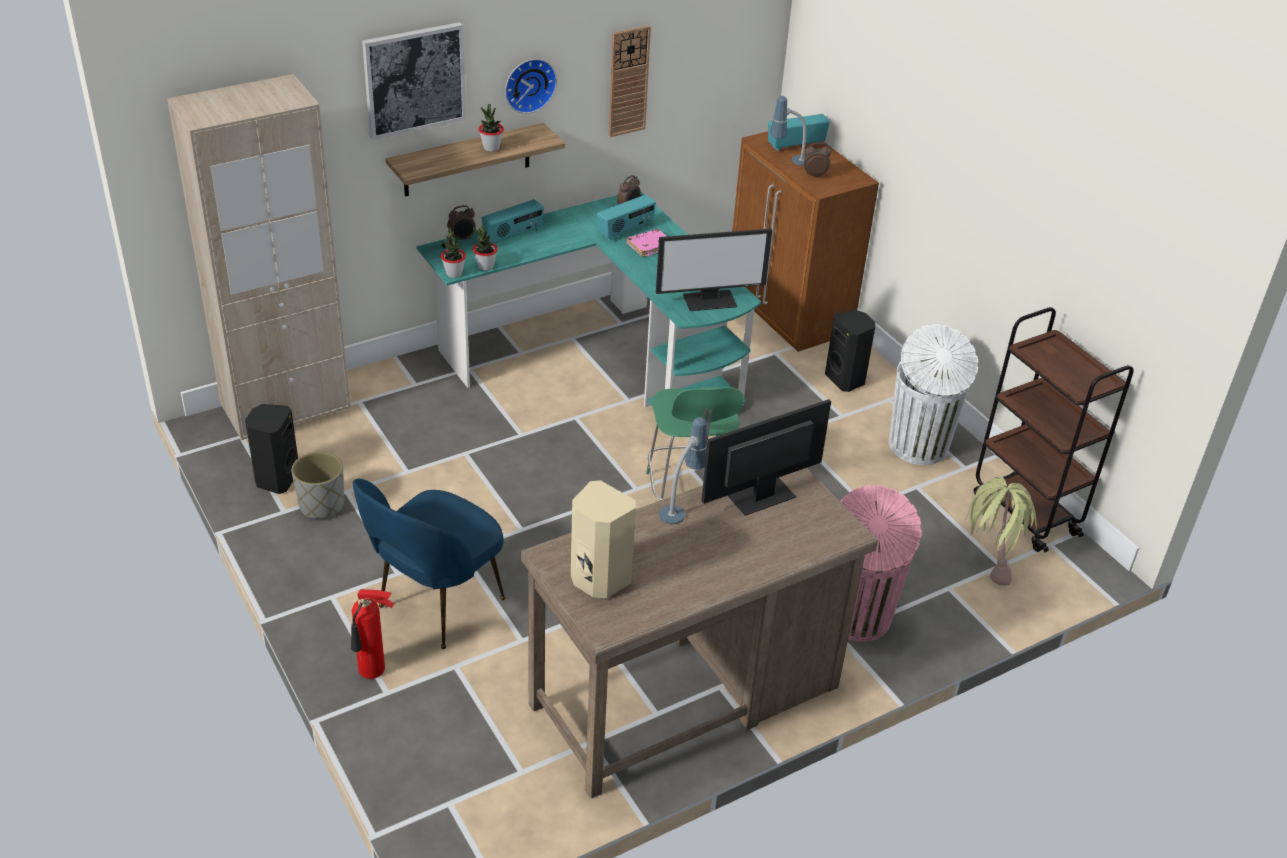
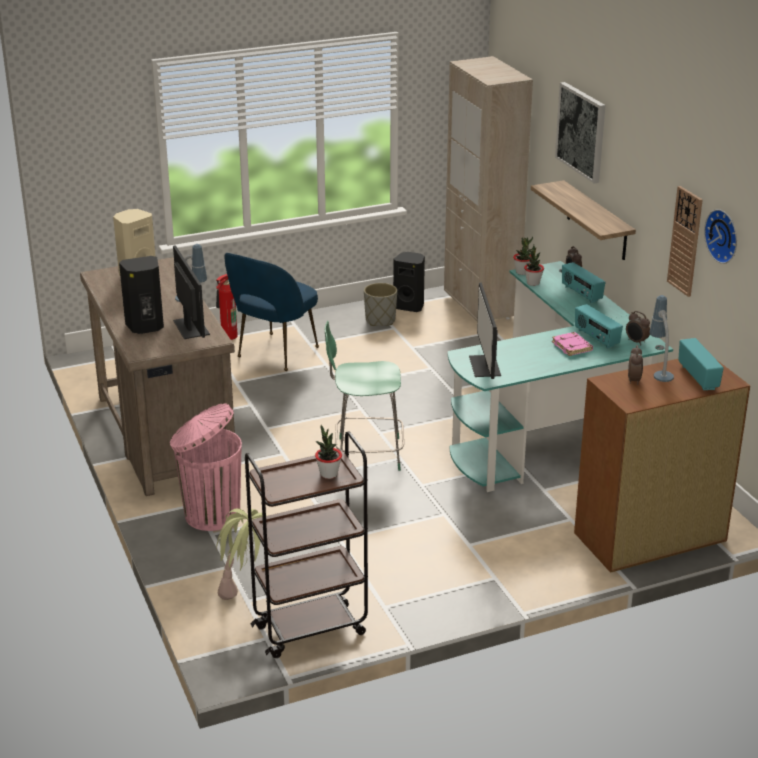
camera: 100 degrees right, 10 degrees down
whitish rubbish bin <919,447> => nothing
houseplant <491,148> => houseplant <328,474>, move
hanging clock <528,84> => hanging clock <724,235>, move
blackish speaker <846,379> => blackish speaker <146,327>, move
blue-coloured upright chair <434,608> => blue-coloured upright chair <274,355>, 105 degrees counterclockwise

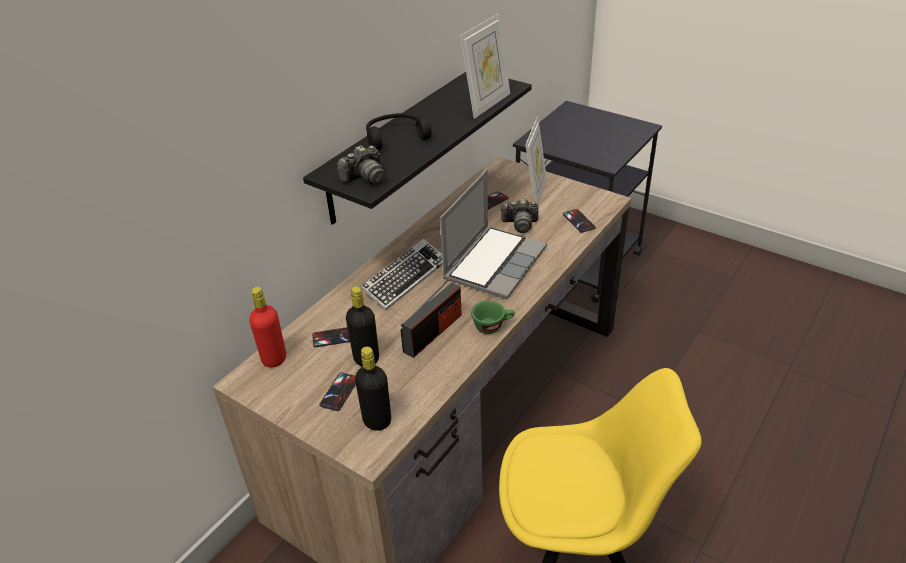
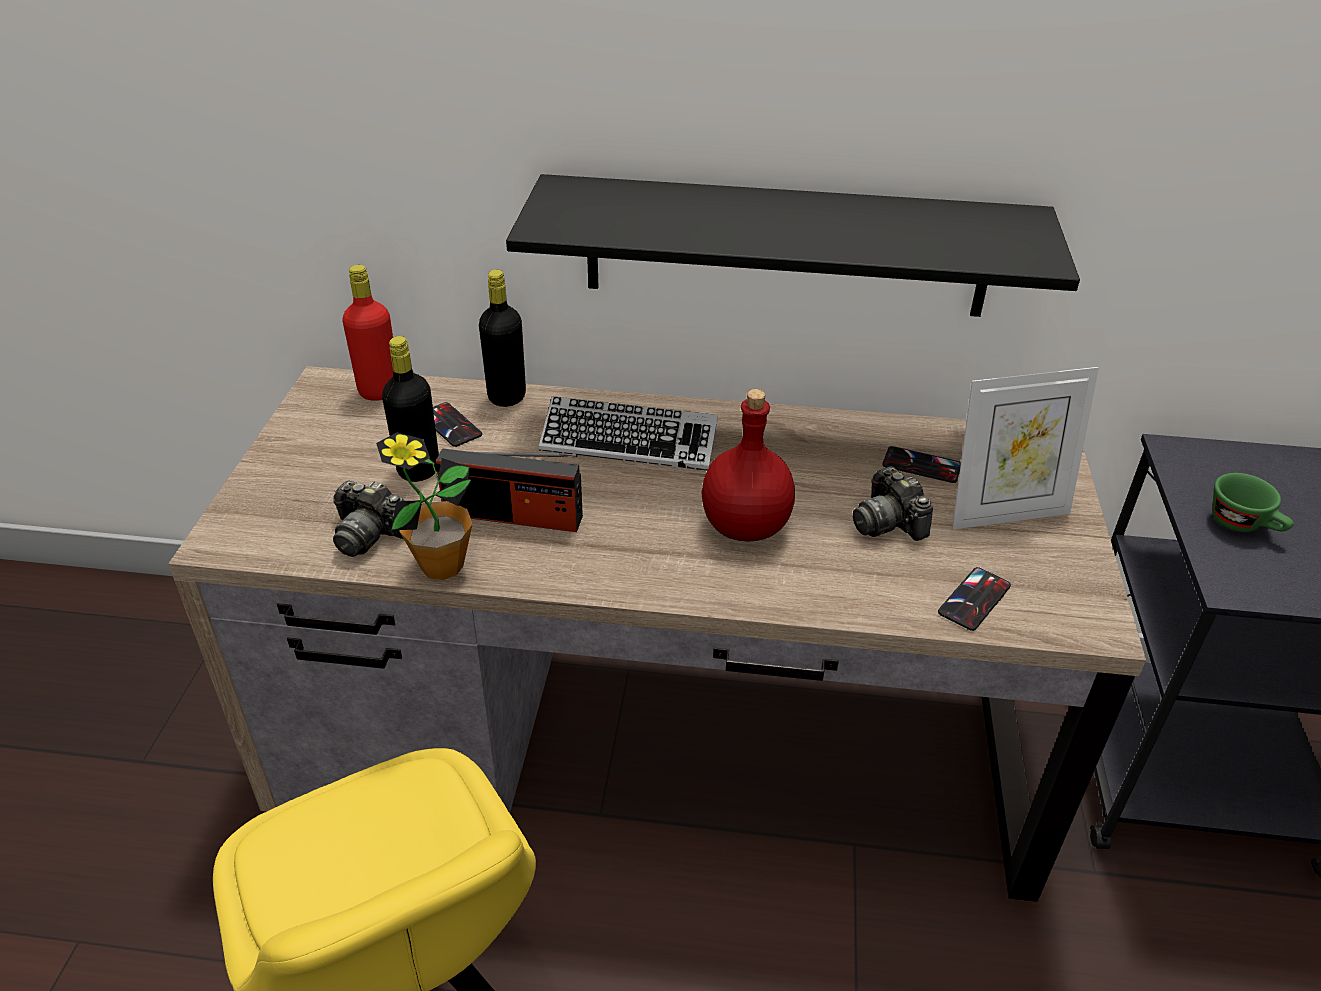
camera: 60 degrees right, 0 degrees up
telephone <339,392> => nothing
blackish headphones <395,137> => nothing
picture frame <487,104> => nothing
nothing => houseplant <442,566>
photo camera <365,178> => photo camera <369,534>, move
blackish drink bottle <377,421> => blackish drink bottle <507,396>, move
green cup <493,326> => green cup <1243,525>, move
notebook computer <494,262> => red drink bottle <746,525>

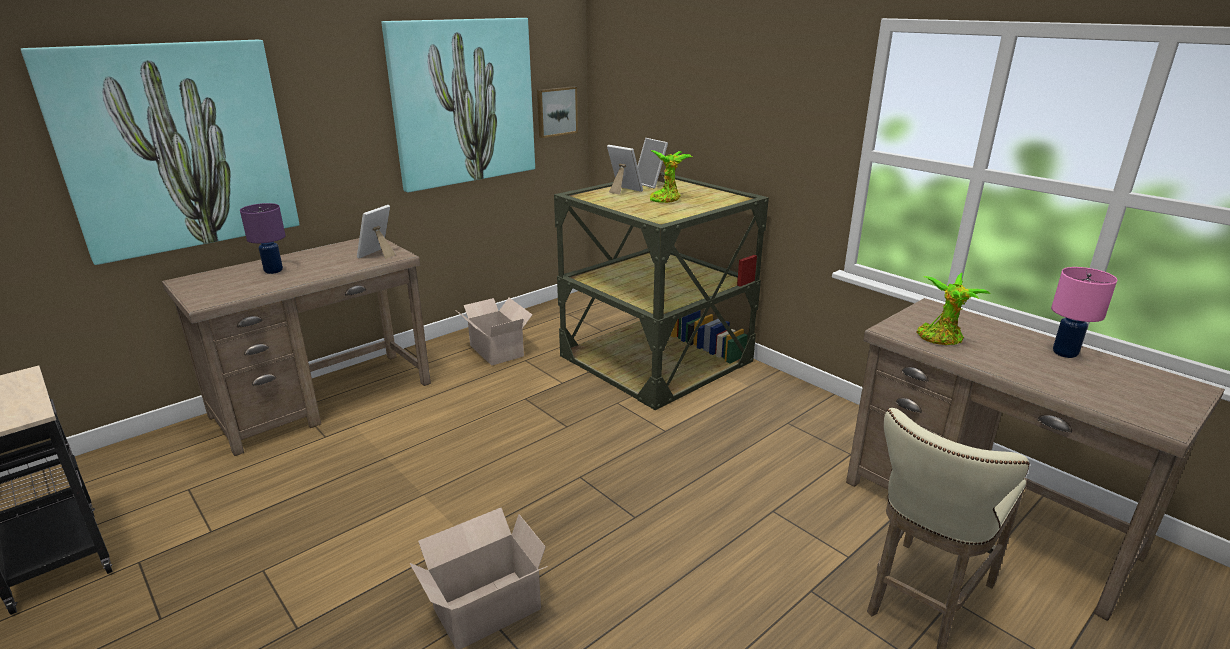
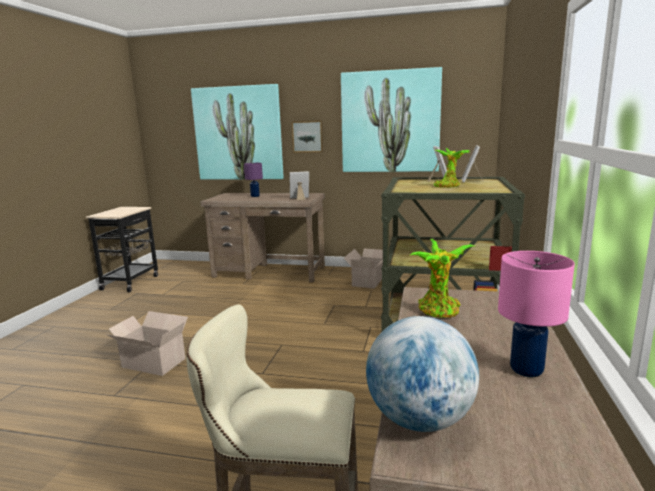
camera: 55 degrees right, 10 degrees down
nothing => world globe <419,420>
picture <556,111> => picture <308,136>, move

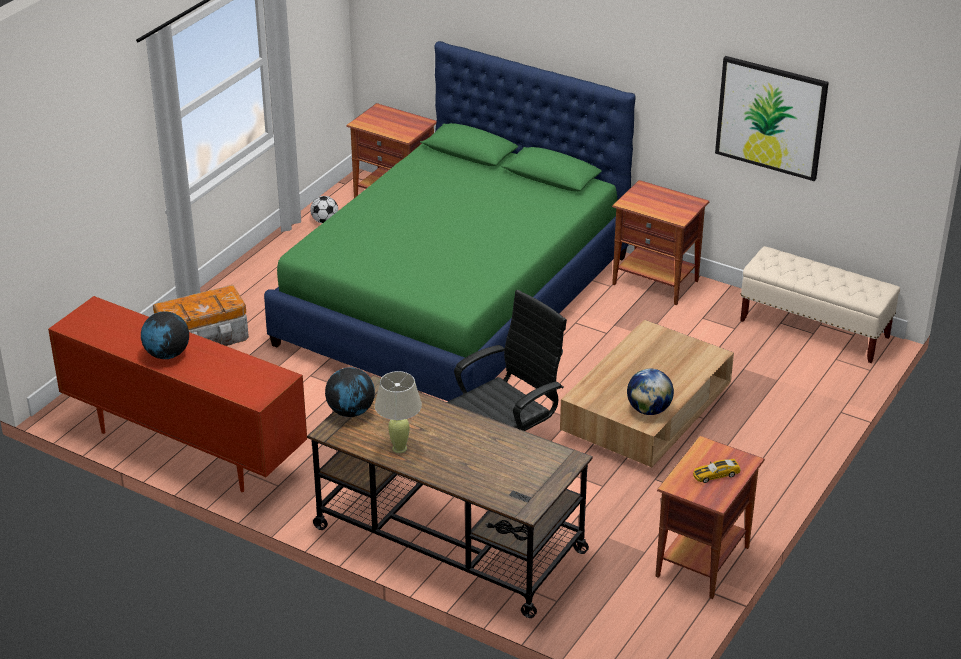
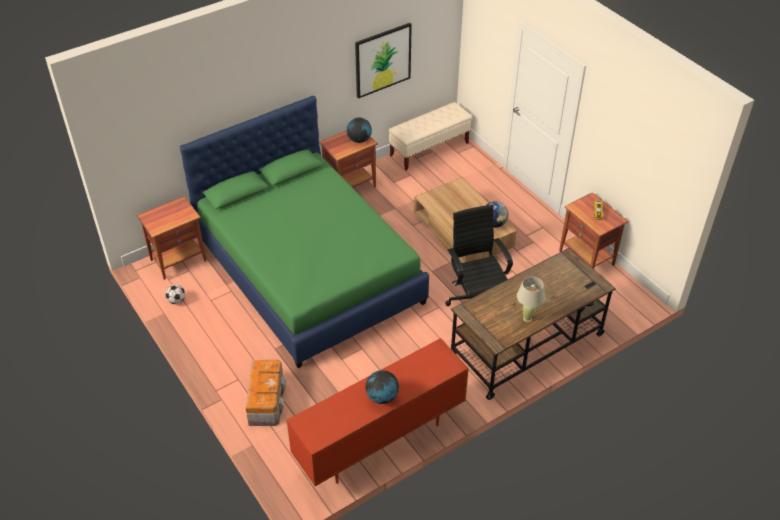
camera: 65 degrees left, 10 degrees up
world globe <351,411> => world globe <359,140>, move

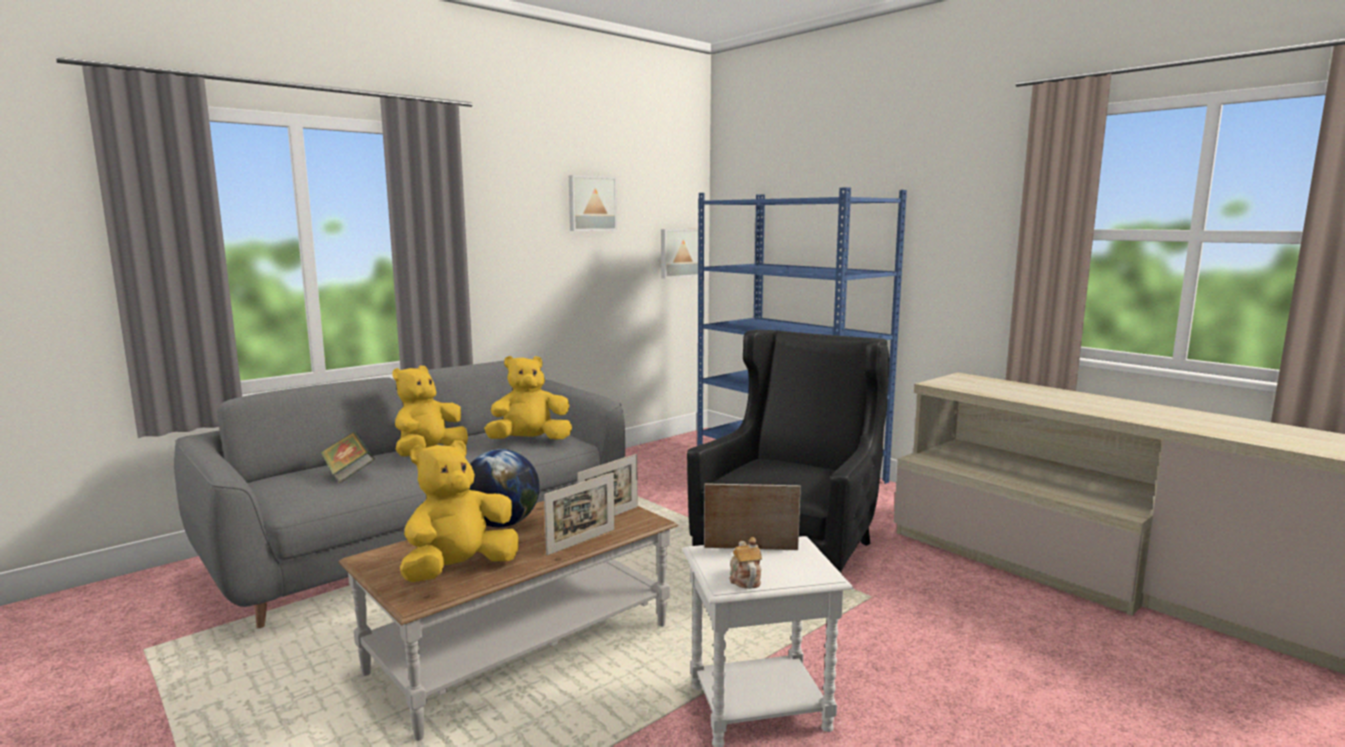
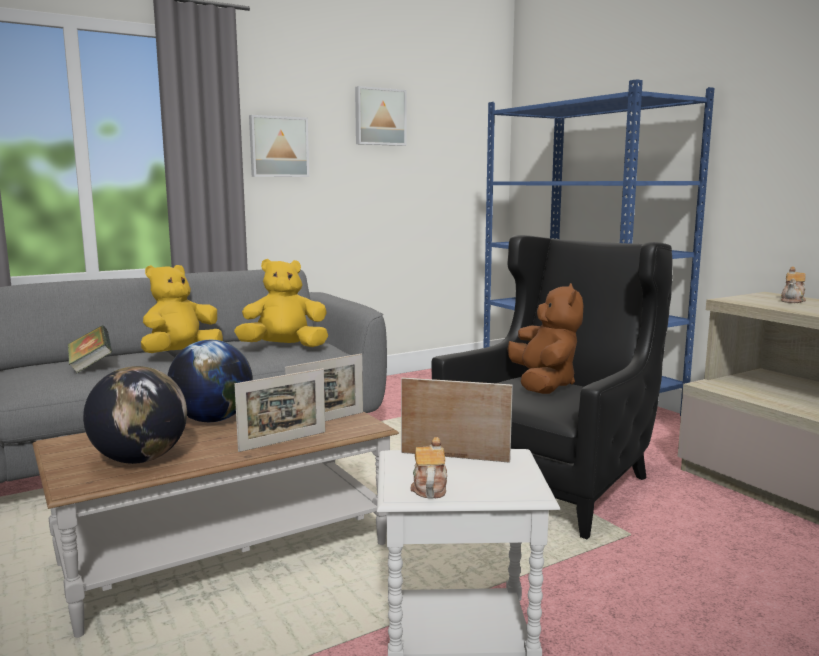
camera: 10 degrees right, 0 degrees up
nothing => brown-coloured cuddly toy <543,384>
nothing => teapot <792,300>
picture <679,253> => picture <278,147>, move
yellow-coloured cuddly toy <459,570> => world globe <140,459>

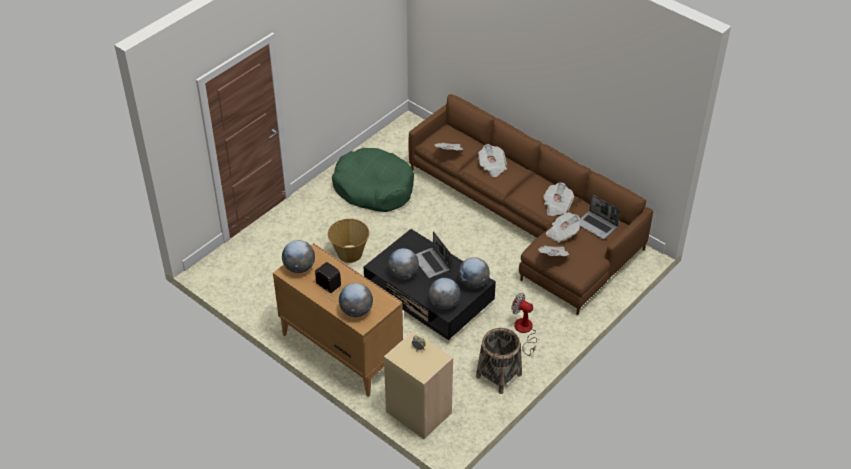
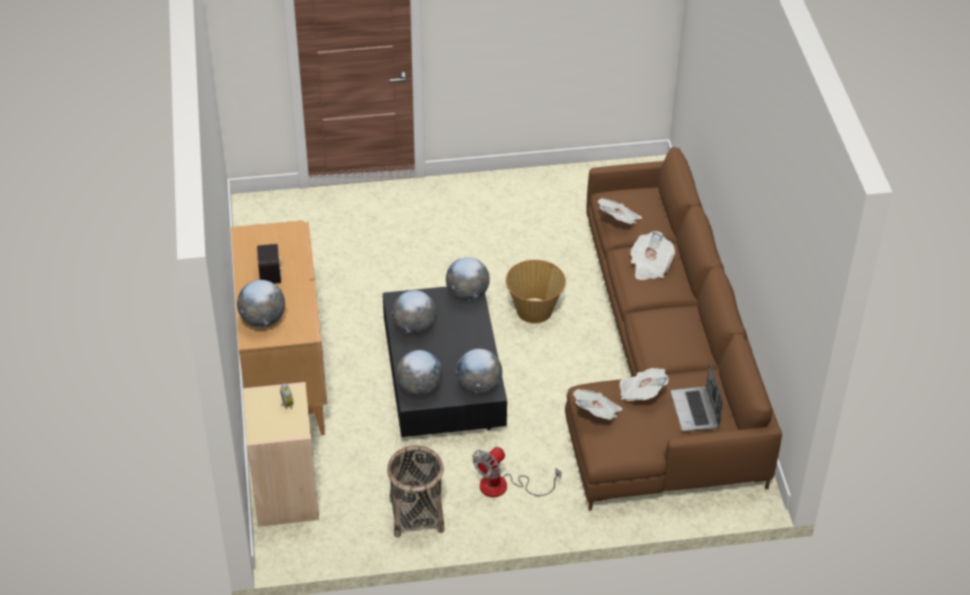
camera: 40 degrees right, 0 degrees up
green dog cushion <374,188> => nothing
notebook computer <432,263> => nothing
daily paper <556,206> => nothing
world globe <299,268> => world globe <467,294>, move
basket <349,253> => basket <534,310>, move
electric fan <524,331> => electric fan <504,487>, 120 degrees counterclockwise

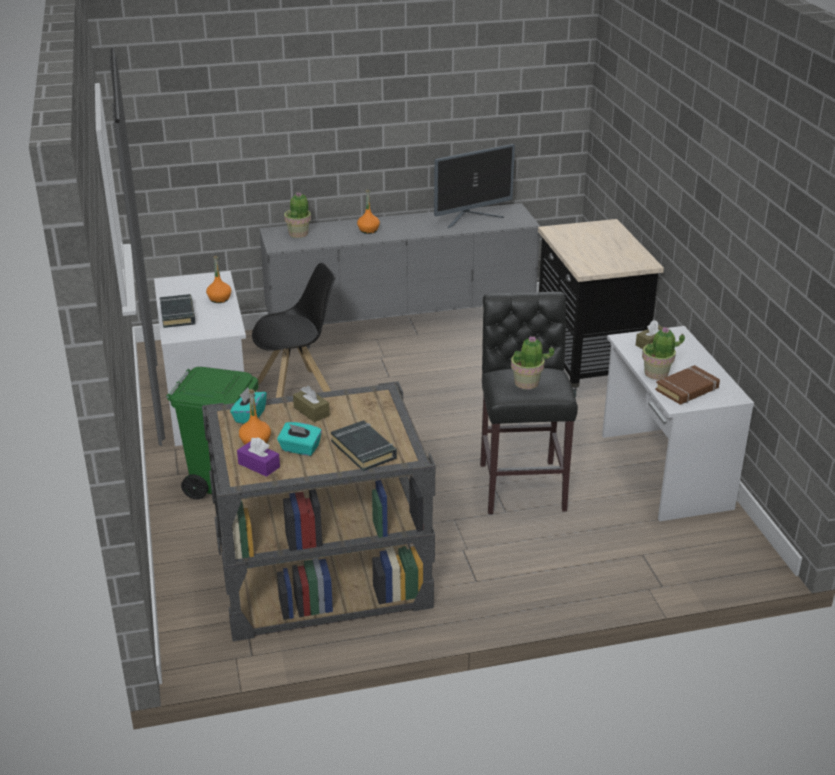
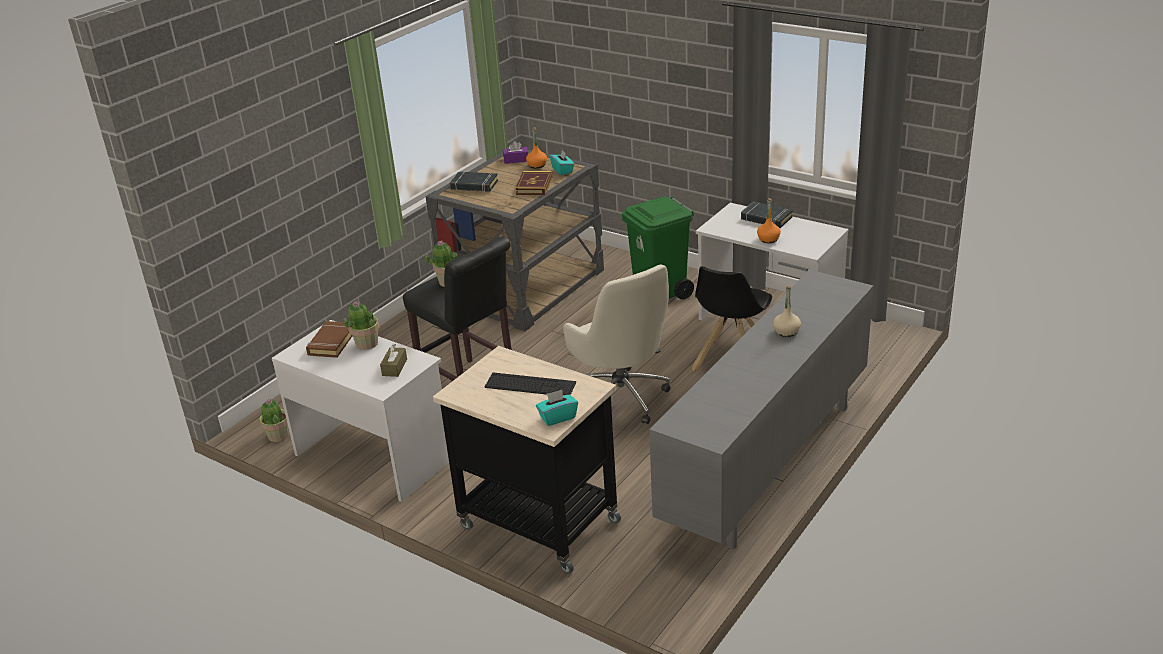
camera: 140 degrees right, 0 degrees up
computer screen <471,218> => nothing
nothing => keyboard <530,385>
nothing => beige office chair <621,398>
turquoise box of tissues <300,449> => turquoise box of tissues <557,417>, move
houseplant <299,233> => houseplant <278,436>, move
brown-coloured box of tissues <311,411> => book <534,186>
orange drink bottle <368,230> => beige drink bottle <786,331>

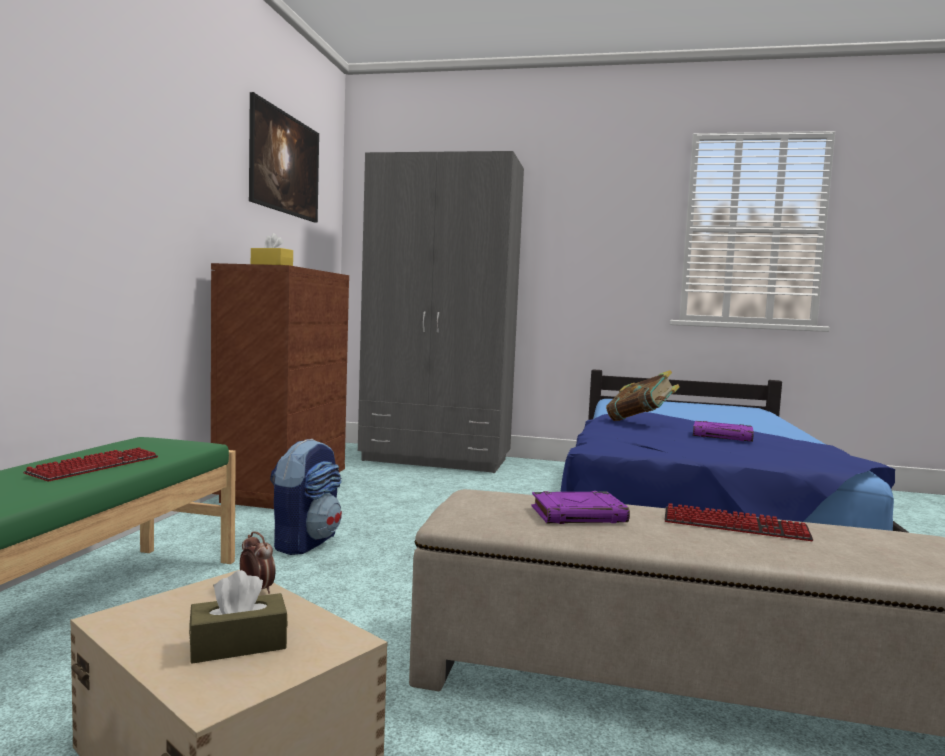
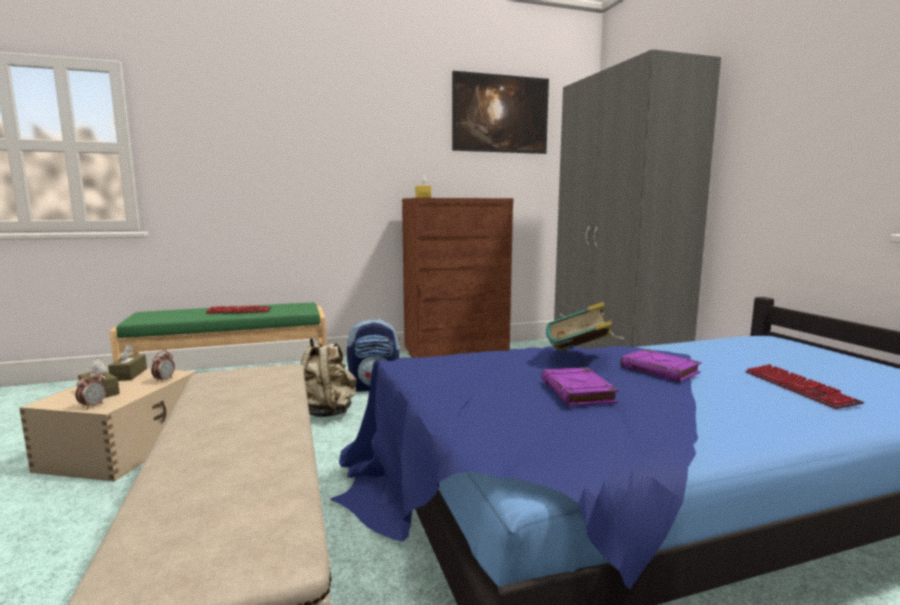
camera: 60 degrees right, 5 degrees up
nothing => bedside clock <93,405>
nothing => brown-coloured box of tissues <129,375>
nothing => beige rucksack <326,412>
purplish book <579,514> => purplish book <660,370>, move
keyboard <734,526> => keyboard <798,388>, move

